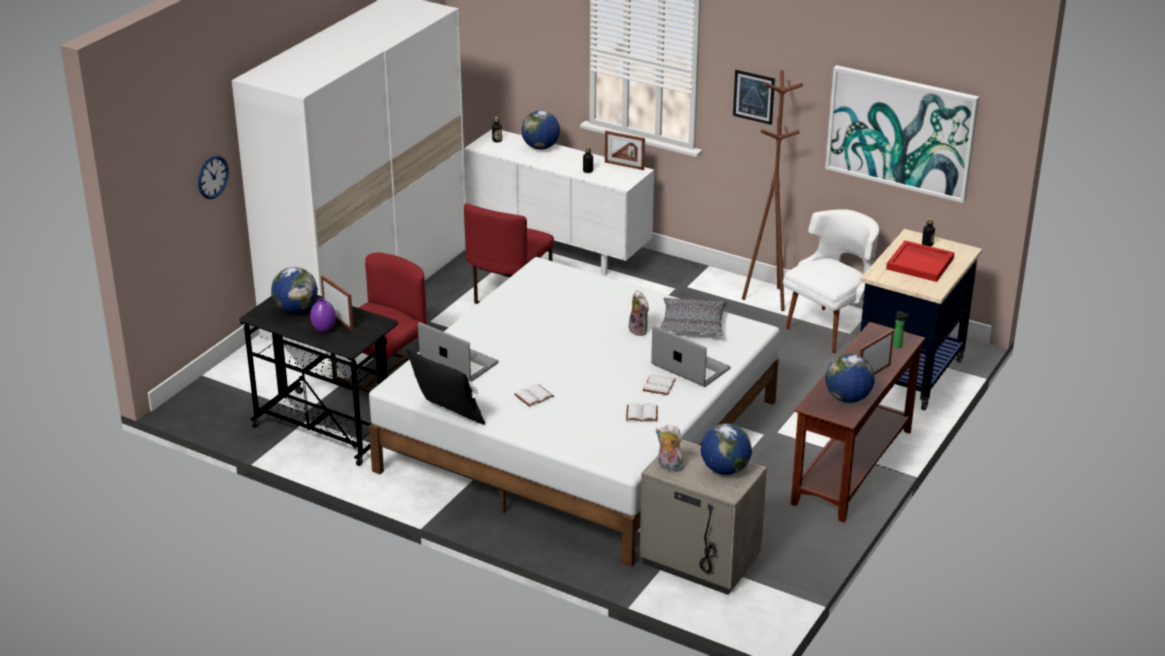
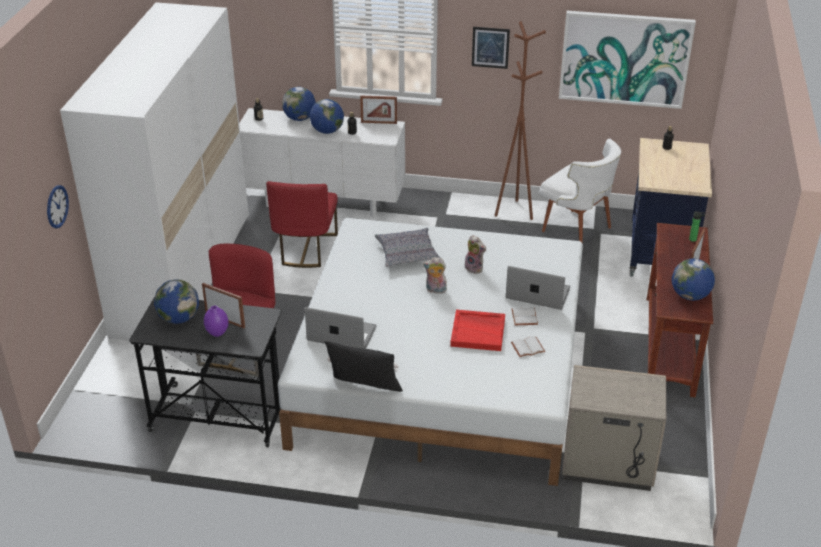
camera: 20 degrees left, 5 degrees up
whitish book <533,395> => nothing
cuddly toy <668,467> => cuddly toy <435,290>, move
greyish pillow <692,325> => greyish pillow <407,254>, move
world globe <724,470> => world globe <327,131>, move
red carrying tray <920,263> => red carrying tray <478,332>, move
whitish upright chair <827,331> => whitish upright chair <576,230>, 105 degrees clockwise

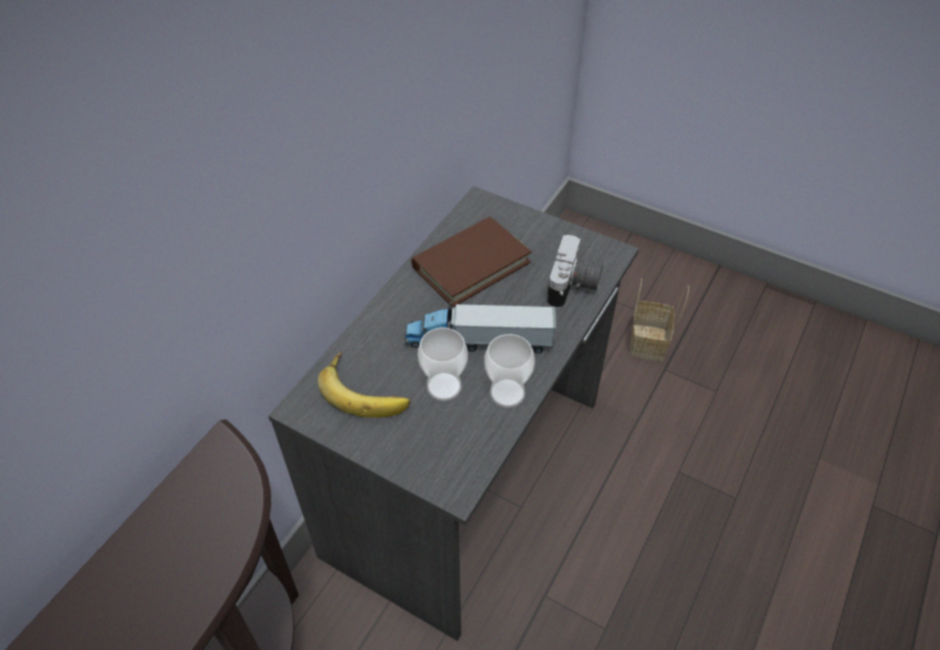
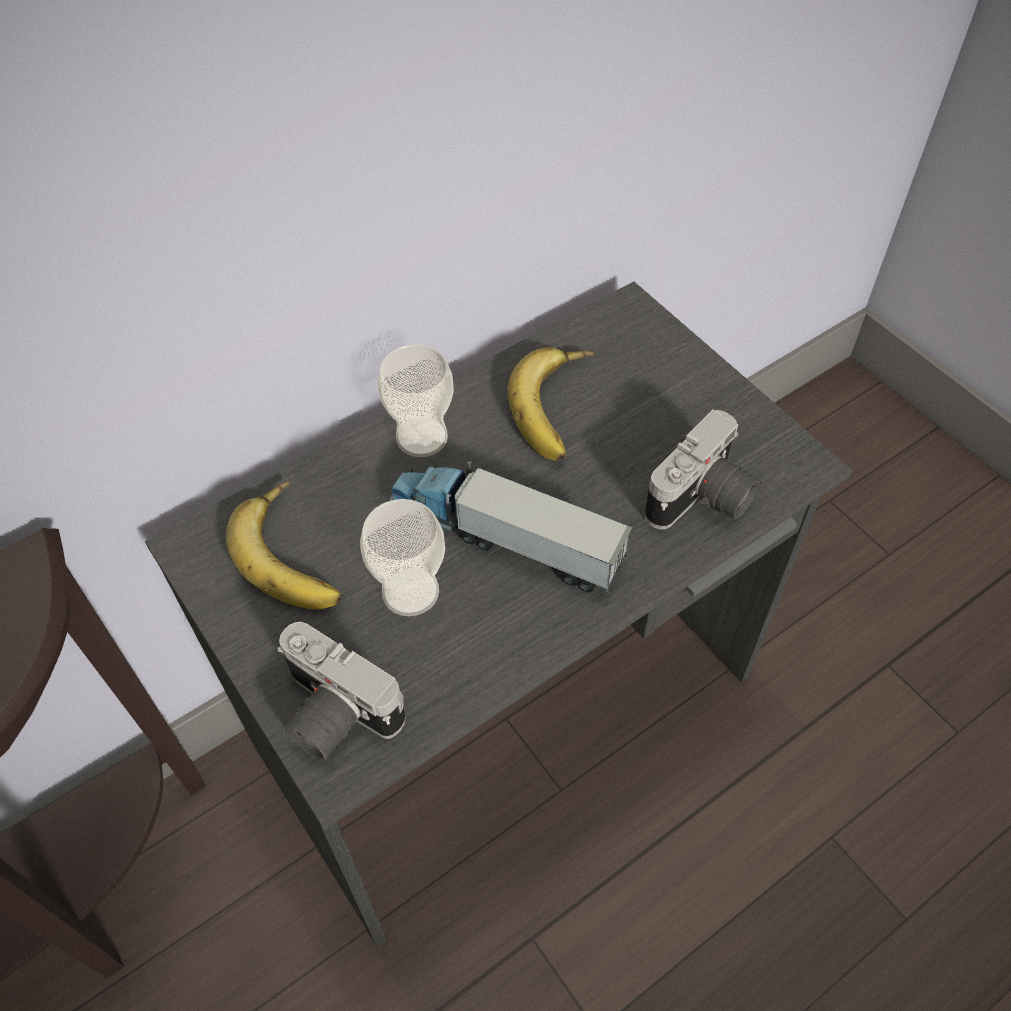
camera: 25 degrees right, 5 degrees up
basket <649,344> => nothing
nothing => photo camera <331,715>
cup <507,393> => cup <422,437>, move
brown-coloured book <471,265> => banana <560,408>

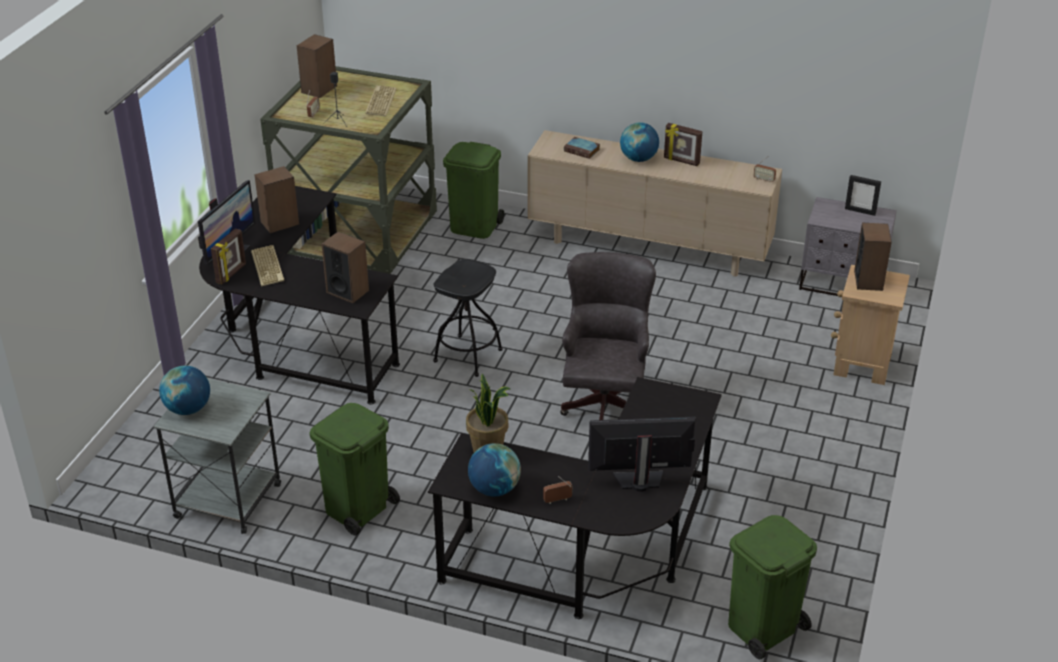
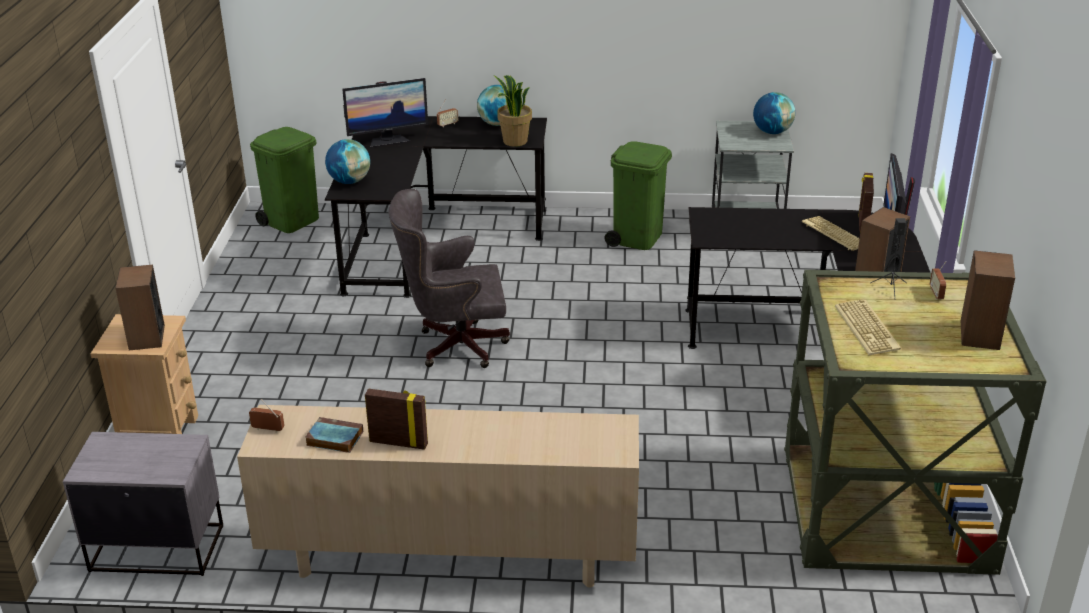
camera: 165 degrees right, 5 degrees down
speaker <347,291> => nothing
blackish stool <467,355> => nothing
green rubbish bin <475,227> => nothing
picture frame <860,211> => nothing
book <582,150> => book <333,438>, move
world globe <638,159> => world globe <349,181>, move
greyish office chair <604,402> => greyish office chair <455,346>, 90 degrees clockwise

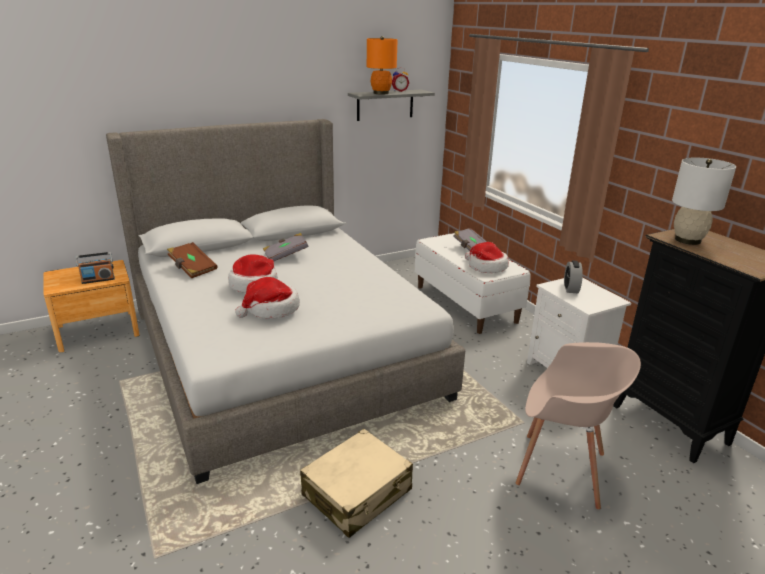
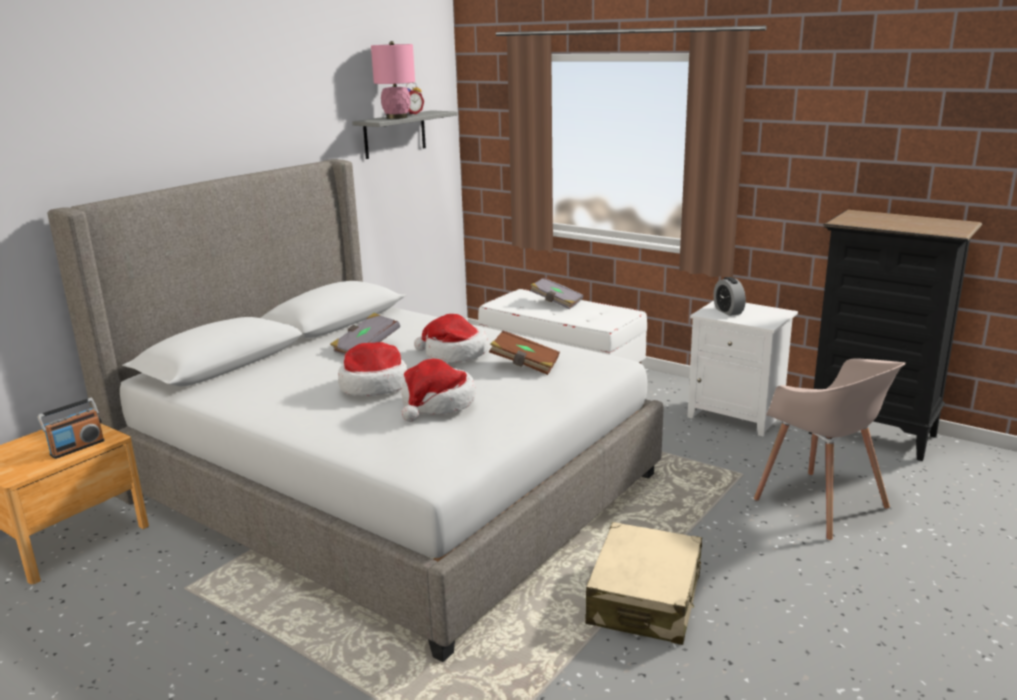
camera: 25 degrees left, 5 degrees down
whitish lamp for a table <687,240> => nothing
brown-coloured book <192,268> => brown-coloured book <524,365>, move
wearable hat <486,267> => wearable hat <454,354>, move
orange lamp for a table <381,93> => pink-coloured lamp for a table <397,117>
beige upright chair <562,470> => beige upright chair <821,505>, 60 degrees clockwise

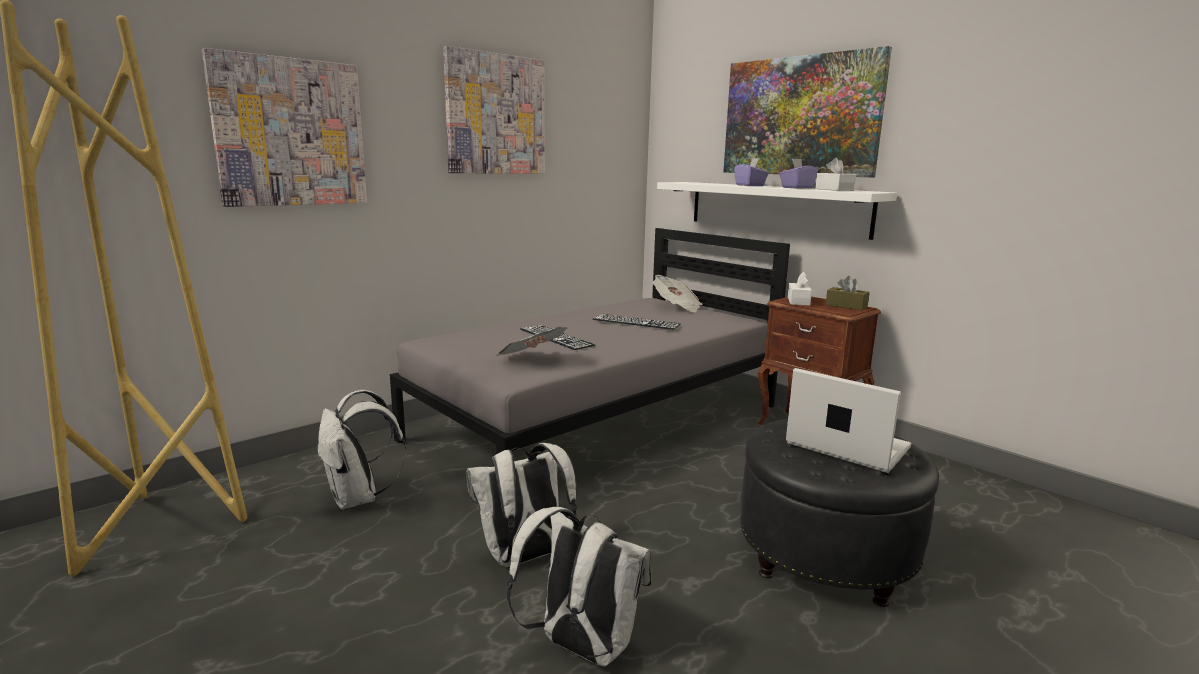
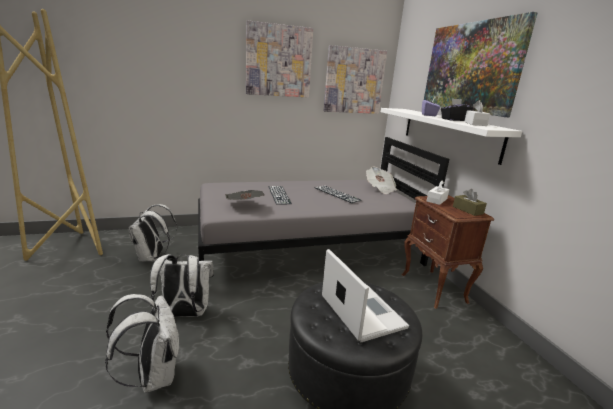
camera: 25 degrees right, 5 degrees up
picture <290,133> => picture <354,81>, move
purplish box of tissues <796,188> => blackish box of tissues <454,120>

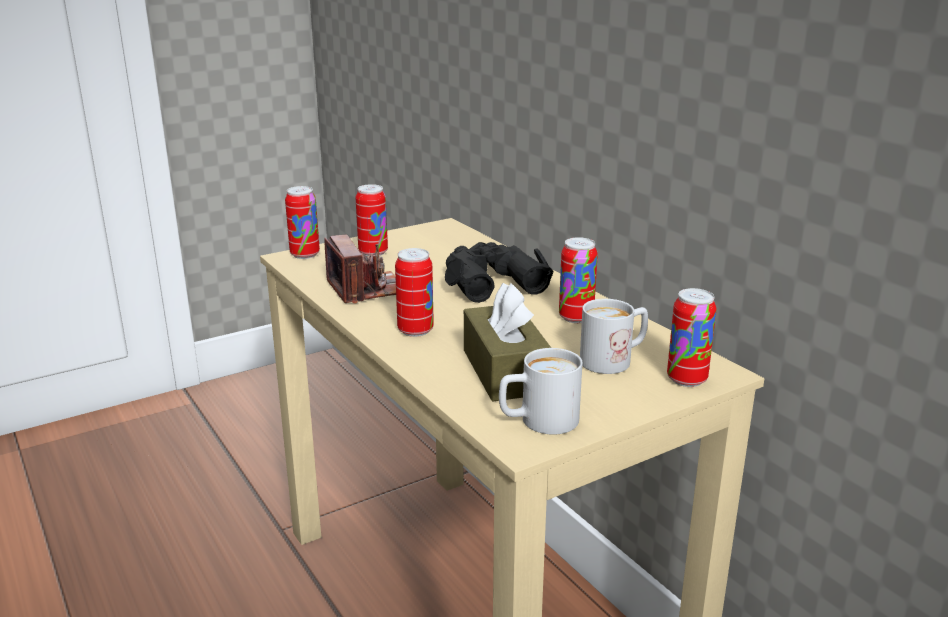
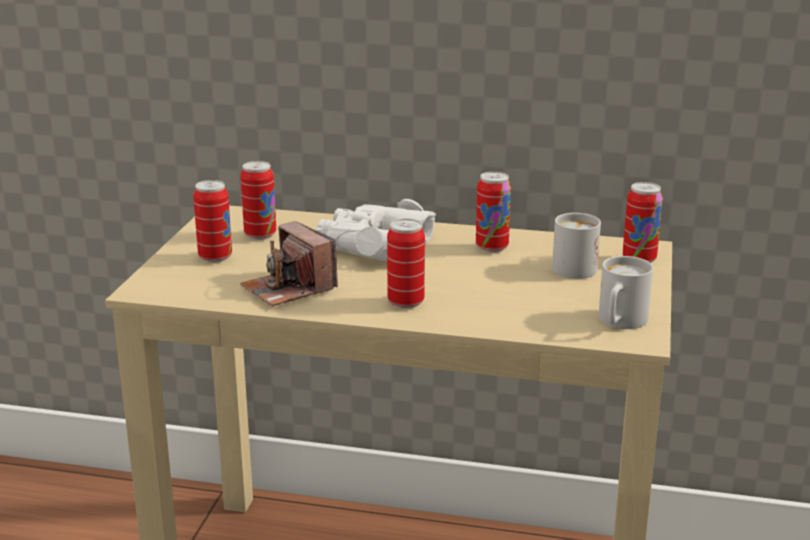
camera: 45 degrees left, 0 degrees up
brown-coloured box of tissues <505,371> => nothing
metal can <305,255> => metal can <260,235>, move
blackish binoculars <491,281> => whitish binoculars <373,244>
photo camera <366,289> => photo camera <288,289>, 150 degrees counterclockwise

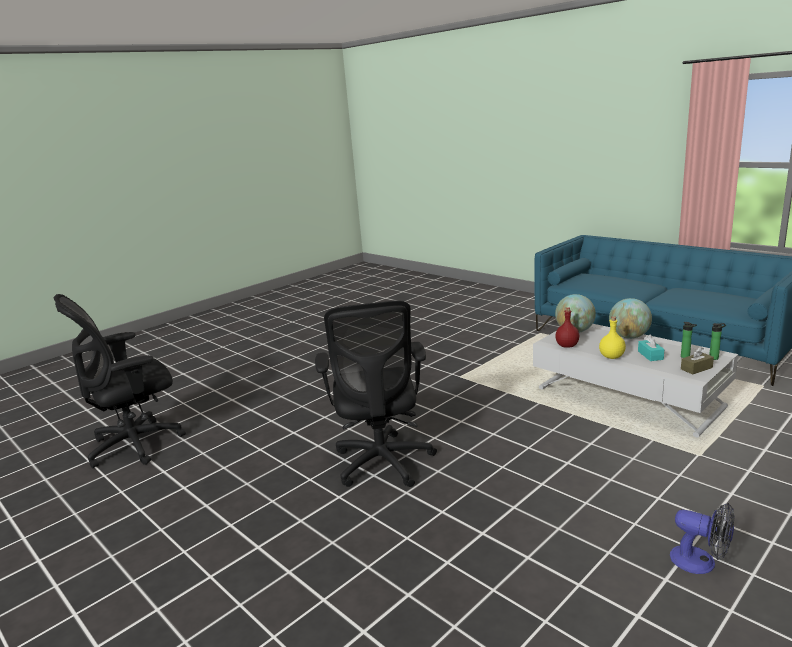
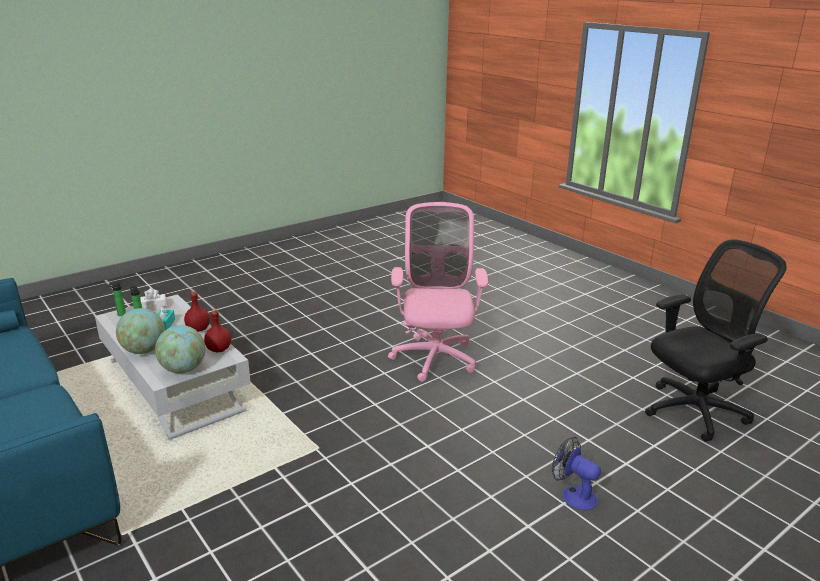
camera: 175 degrees left, 5 degrees up
electric fan <701,562> => electric fan <573,494>, move
blackish office chair <381,459> => pink-coloured office chair <436,361>
yellow-coloured drink bottle <612,357> => red drink bottle <198,329>
brown-coloured box of tissues <696,368> => whitish box of tissues <153,307>

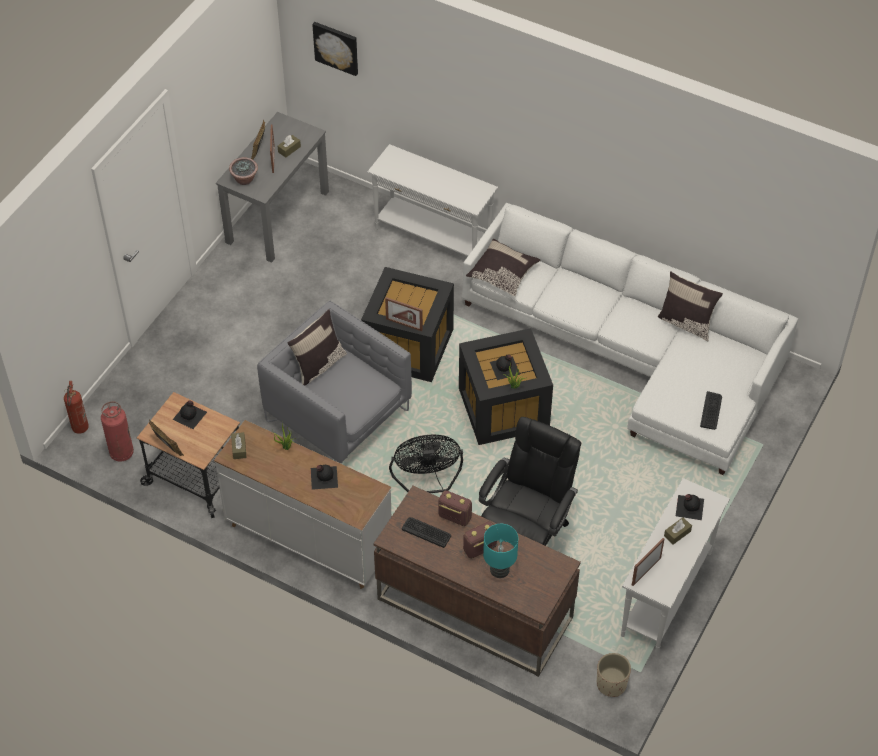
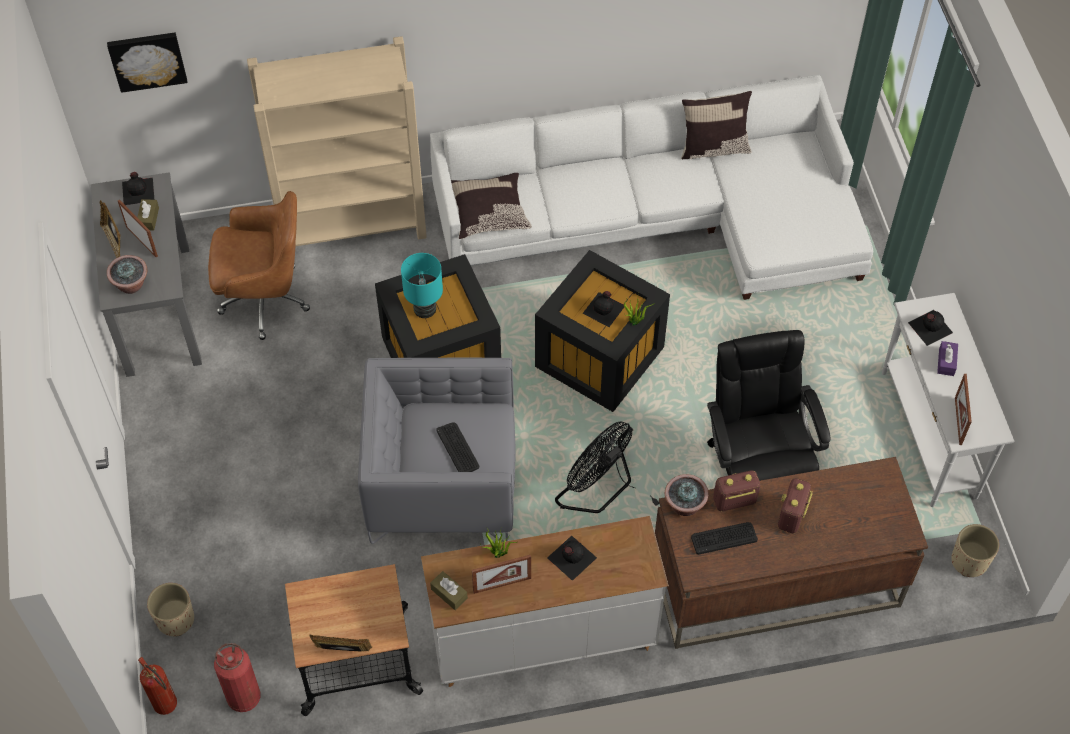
camera: 40 degrees left, 5 degrees up
pillow <318,365> => nothing
nothing => beige planter <175,619>
nothing => brown-coloured office chair <265,300>
nothing => houseplant <684,505>
blackish drink bottle <190,415> => blackish drink bottle <138,190>, move
picture frame <404,324> => picture frame <502,585>, move
turquoise lamp for a table <499,570> => turquoise lamp for a table <425,309>, move
keyboard <711,411> => keyboard <458,449>, move
whitish hall table <433,237> => beige bookcase <352,224>
brown-coloured box of tissues <677,533> => purplish box of tissues <946,362>

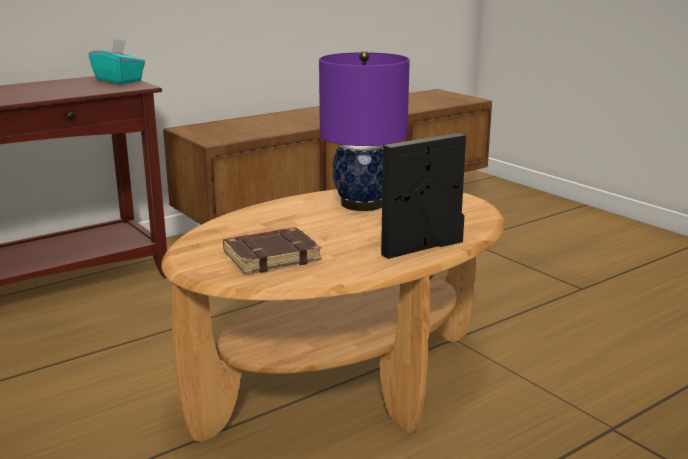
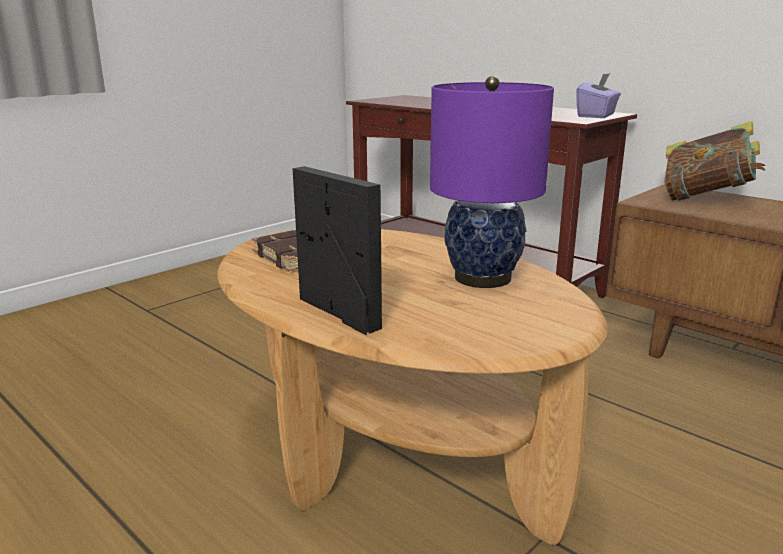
camera: 80 degrees right, 0 degrees up
nothing => book <706,198>
turquoise box of tissues <119,80> => purplish box of tissues <596,116>

